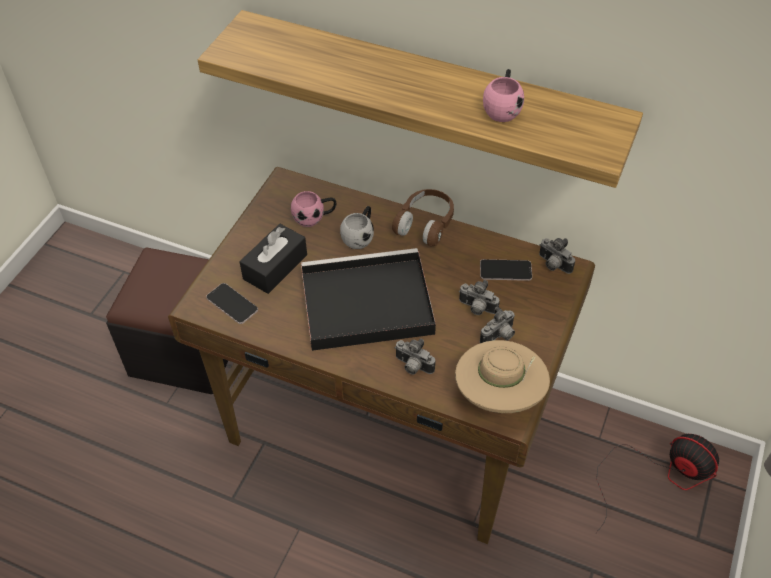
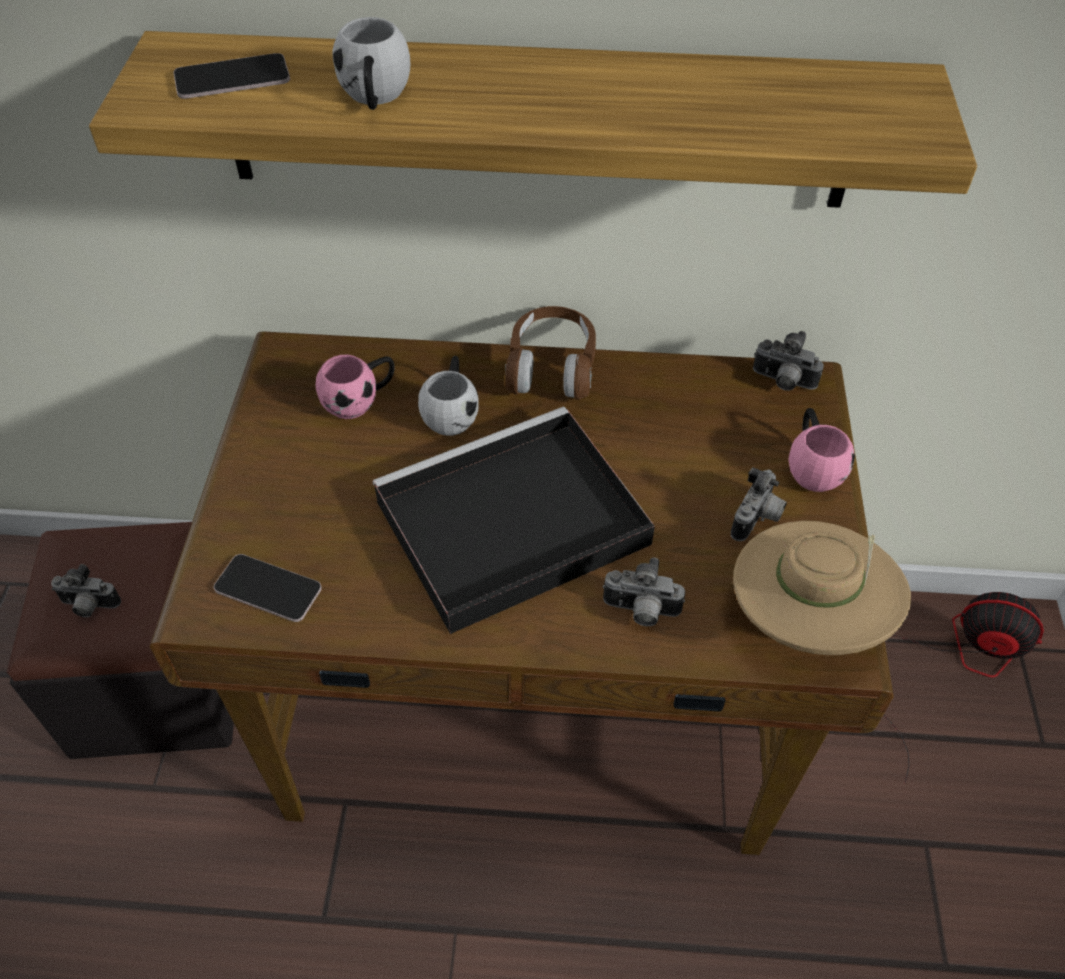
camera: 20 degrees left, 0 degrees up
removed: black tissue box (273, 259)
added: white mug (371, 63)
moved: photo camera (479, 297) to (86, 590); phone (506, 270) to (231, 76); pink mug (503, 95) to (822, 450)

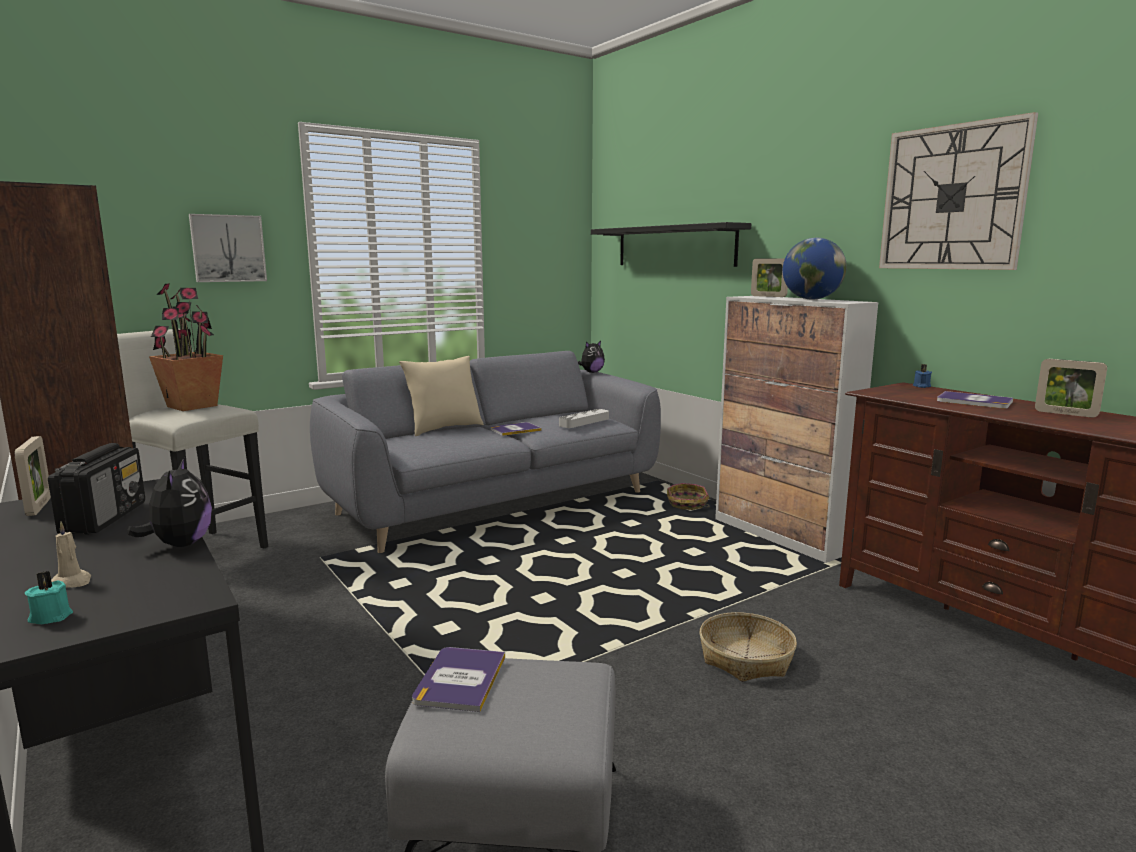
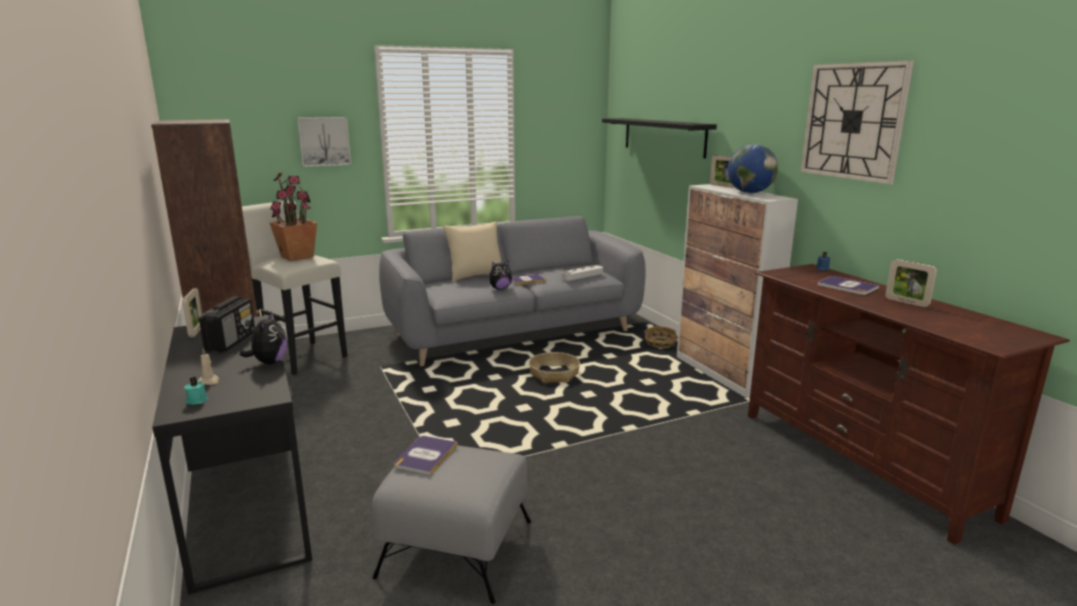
camera: 10 degrees right, 5 degrees up
moved: plush toy (591, 357) to (500, 275); basket (748, 647) to (554, 367)

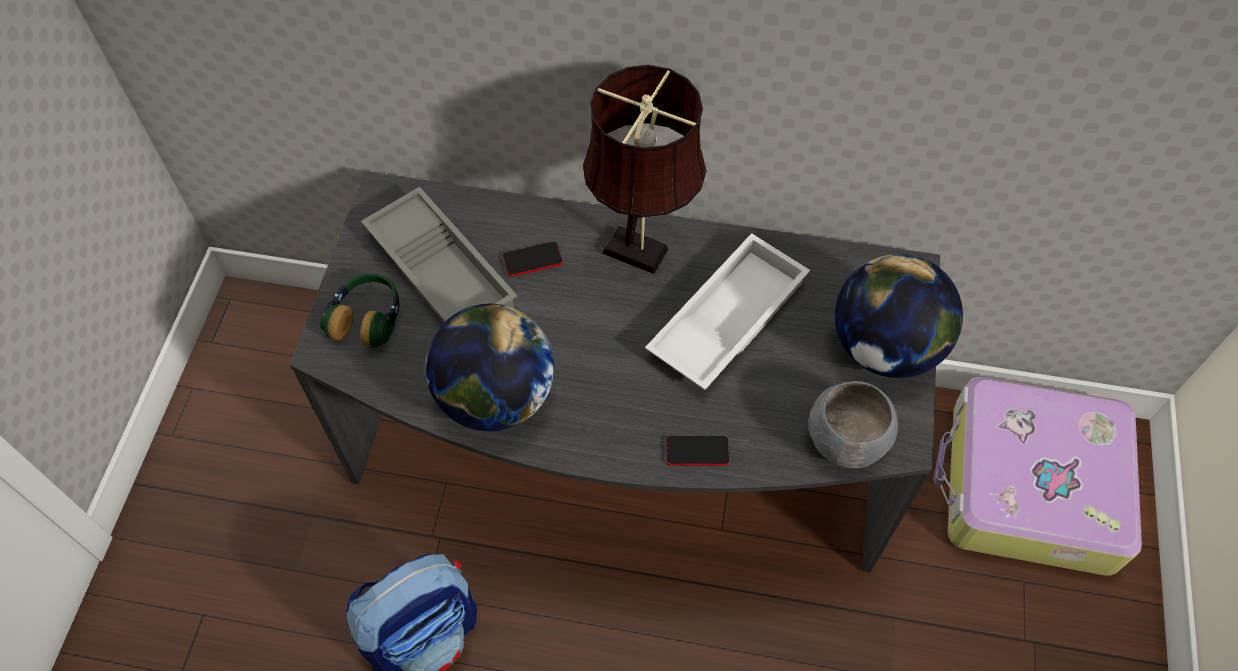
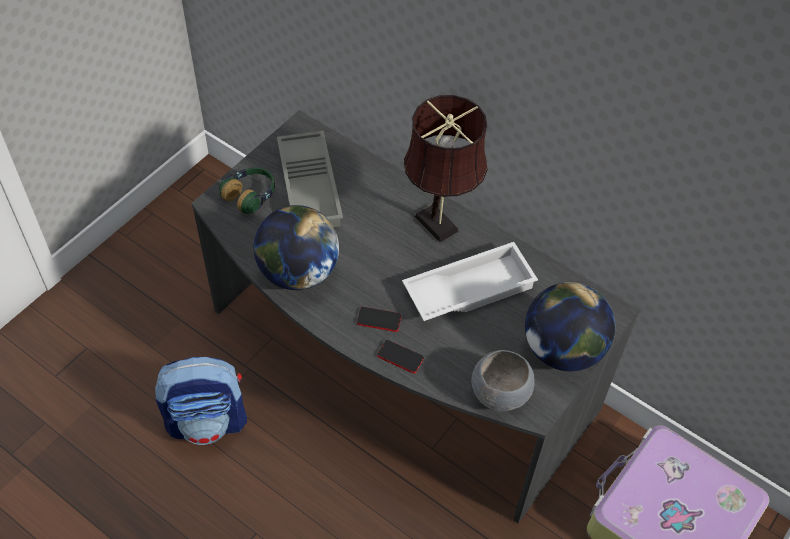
camera: 25 degrees right, 5 degrees down
moved: phone (533, 259) to (379, 319)

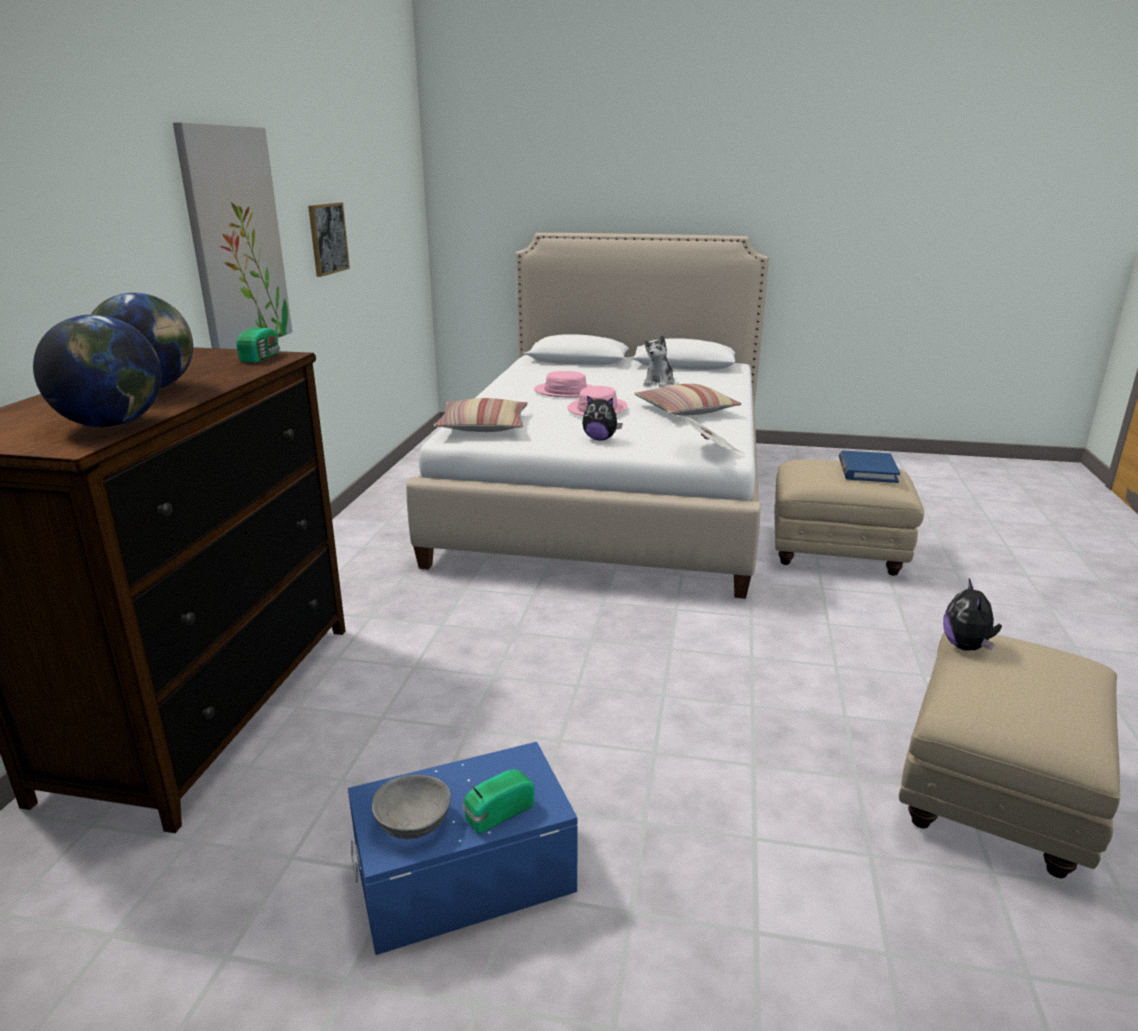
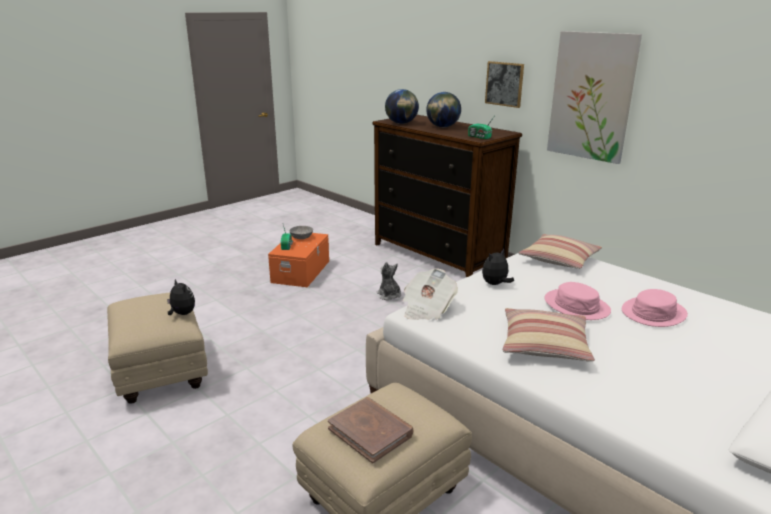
camera: 125 degrees right, 0 degrees up
moved: picture (329, 239) to (504, 84); plush toy (659, 361) to (388, 281)
recoloured: blue storage box (463, 848) to orange storage box (298, 260); blue book (869, 467) to brown book (371, 430)

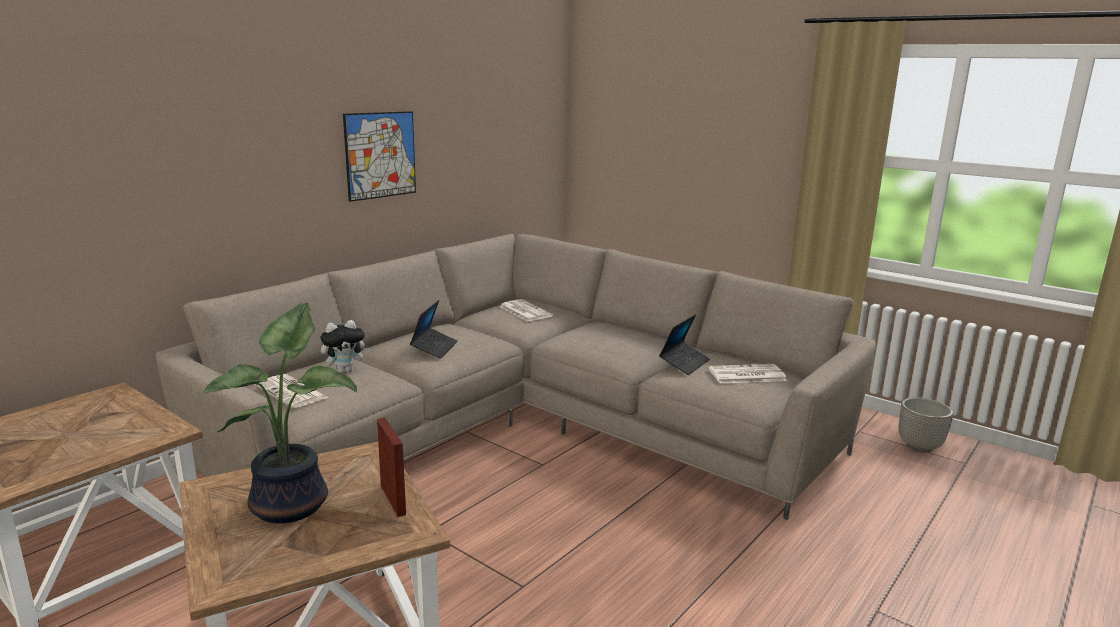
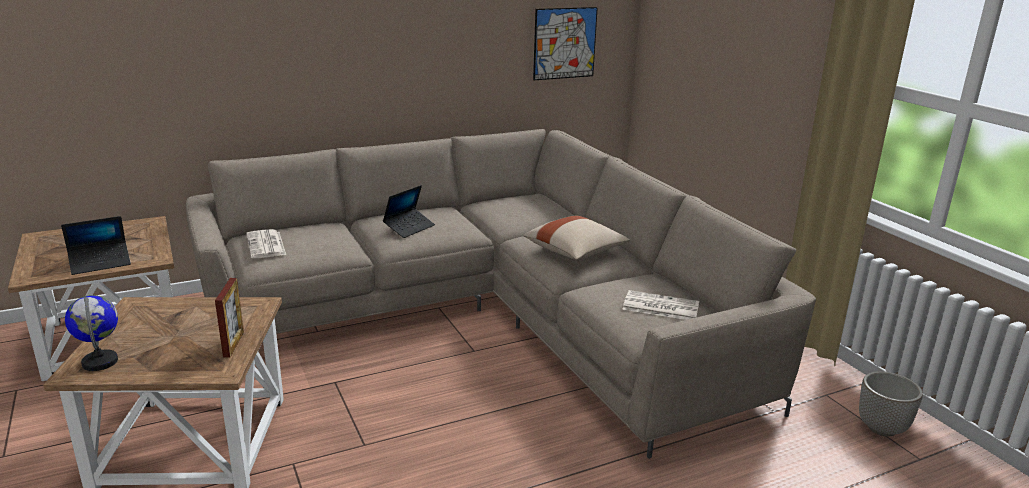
camera: 25 degrees right, 5 degrees up
removed: potted plant (280, 413); plush toy (345, 346); newspaper (526, 310)
added: globe (91, 333); beige pillow (577, 238)
moved: picture (379, 156) to (565, 43); laptop (684, 344) to (96, 245)

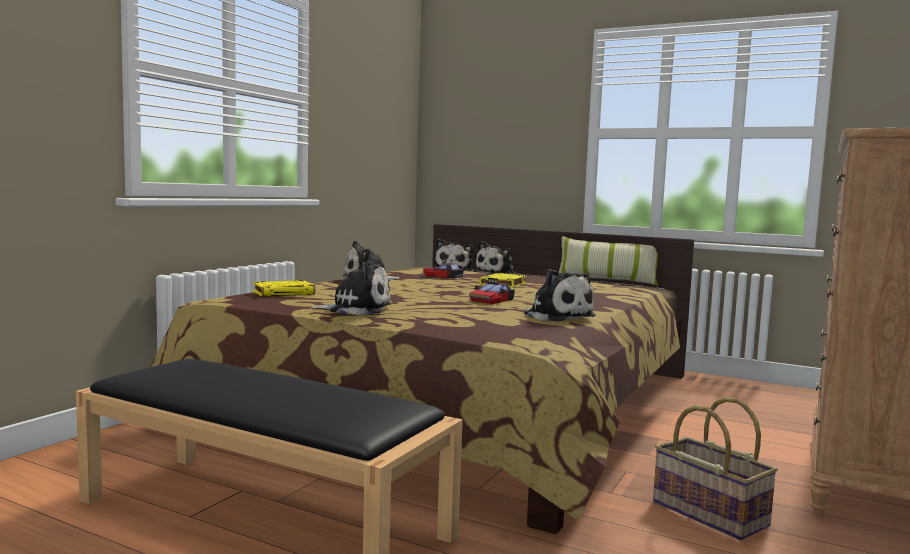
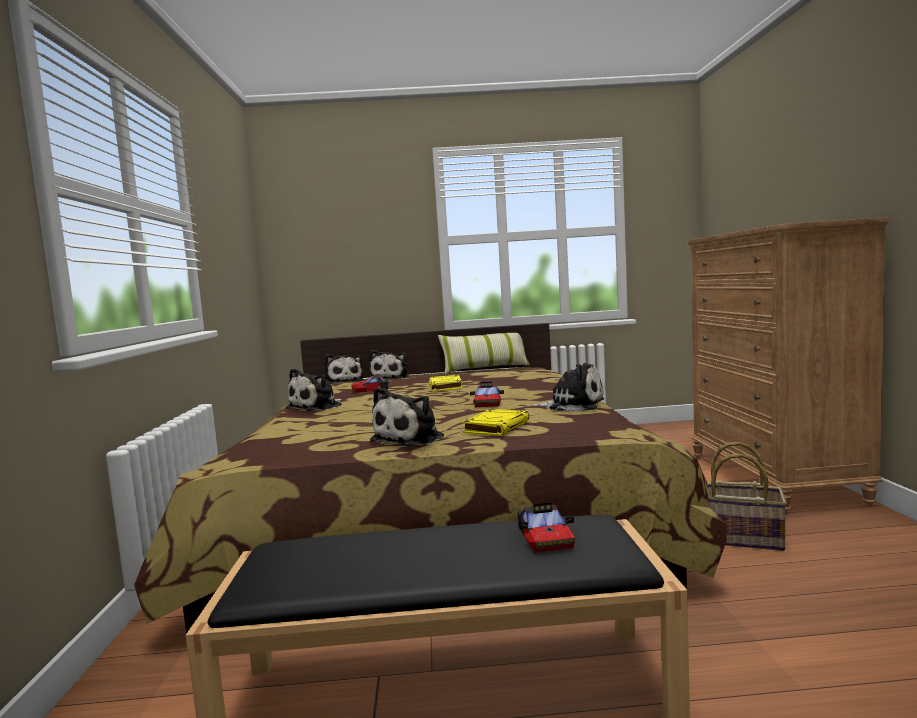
camera: 30 degrees left, 0 degrees up
added: toy car (546, 527)
moved: yellow book (284, 288) to (495, 422)
turned: plush toy (350, 288) = (407, 416) 150 degrees clockwise

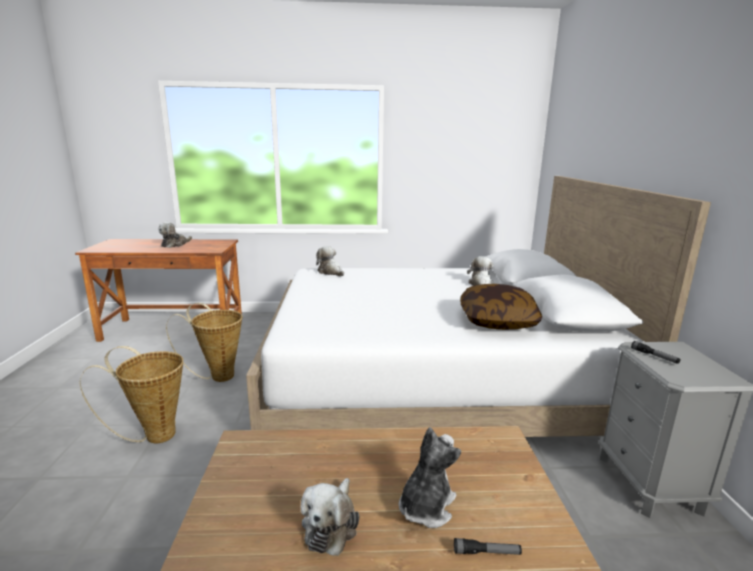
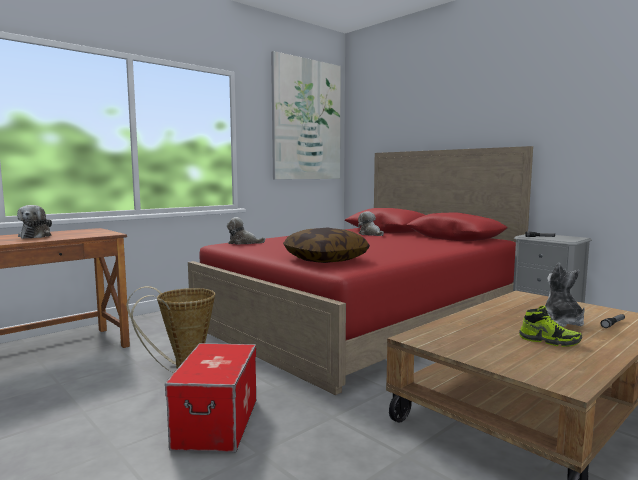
camera: 40 degrees left, 10 degrees down
added: picture (306, 115)
moved: pillow (501, 307) to (326, 245)
replaced: basket (131, 394) to storage box (210, 397); plush toy (330, 517) to shoe (550, 326)
recoloured: white bed (478, 306) to red bed (360, 270)

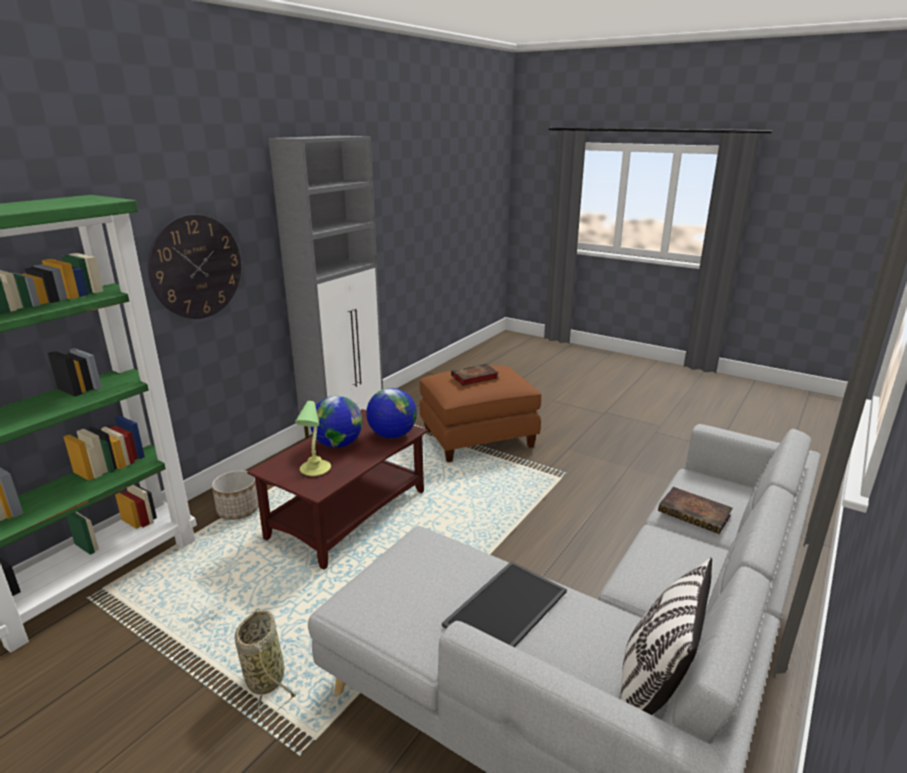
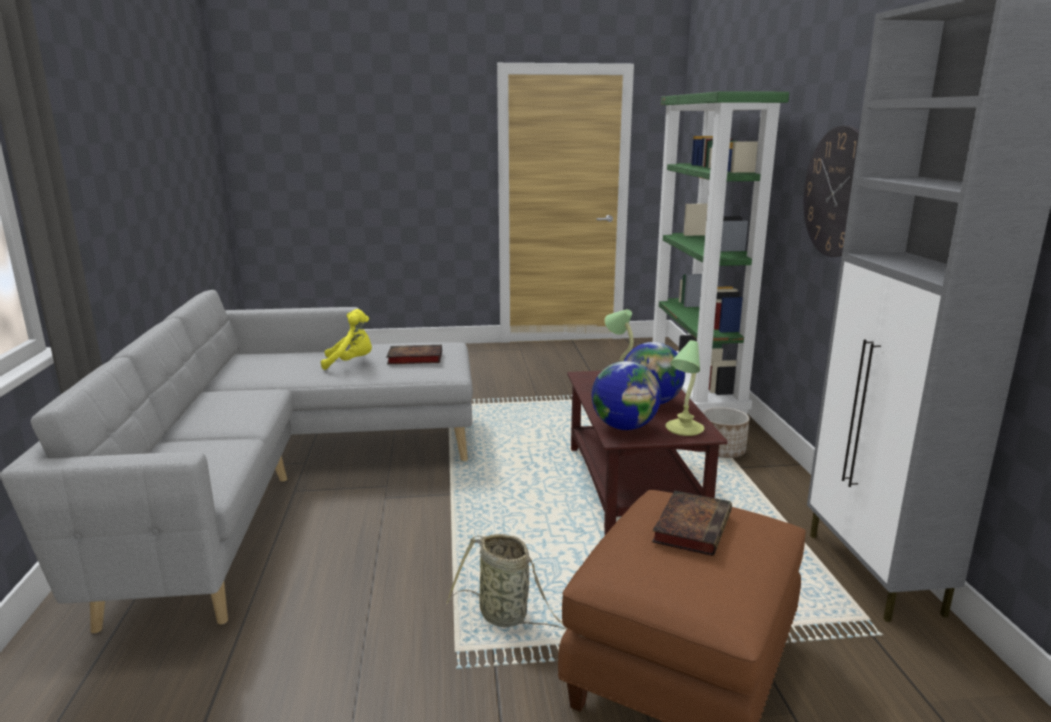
camera: 140 degrees right, 5 degrees down
removed: pillow (666, 636)
added: table lamp (684, 388)
moved: basket (265, 663) to (506, 581); book (695, 510) to (414, 354)
replaced: tray (504, 604) to yellow plush toy (346, 339)

